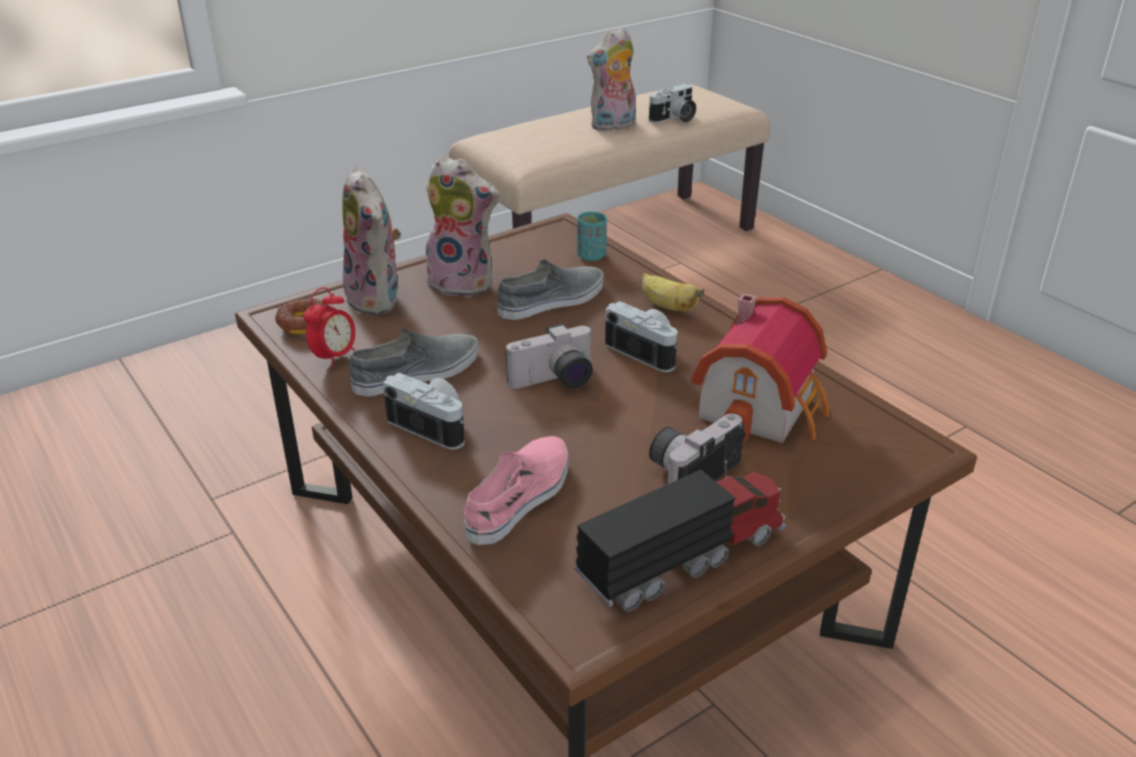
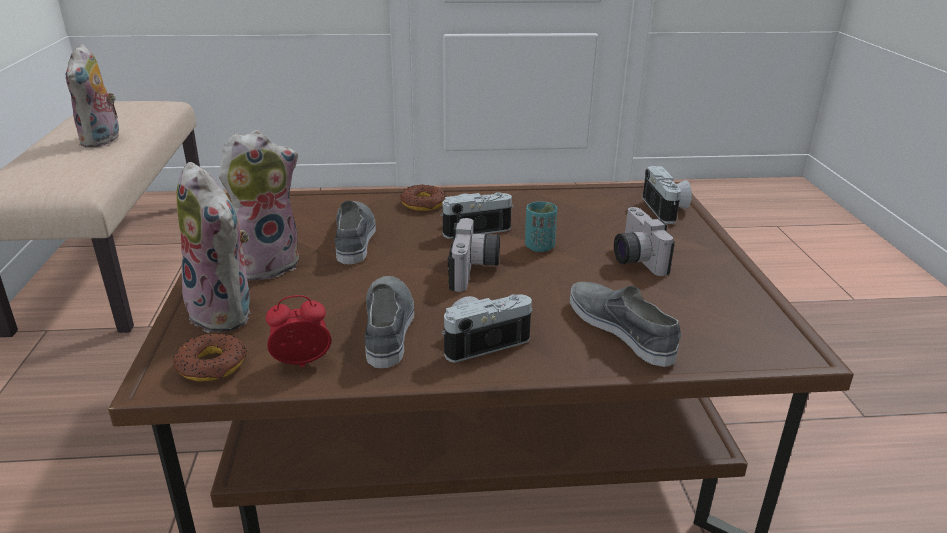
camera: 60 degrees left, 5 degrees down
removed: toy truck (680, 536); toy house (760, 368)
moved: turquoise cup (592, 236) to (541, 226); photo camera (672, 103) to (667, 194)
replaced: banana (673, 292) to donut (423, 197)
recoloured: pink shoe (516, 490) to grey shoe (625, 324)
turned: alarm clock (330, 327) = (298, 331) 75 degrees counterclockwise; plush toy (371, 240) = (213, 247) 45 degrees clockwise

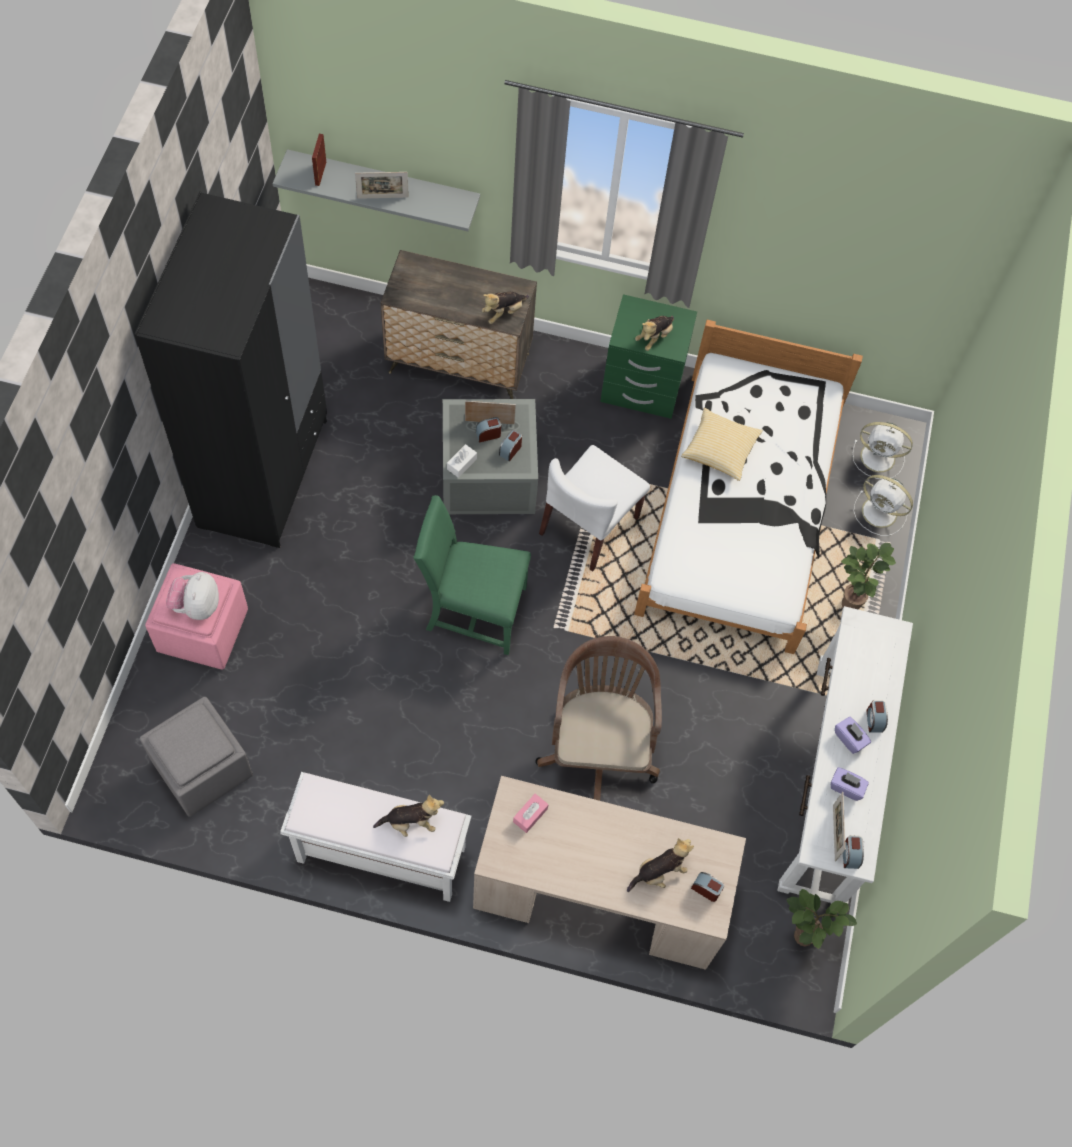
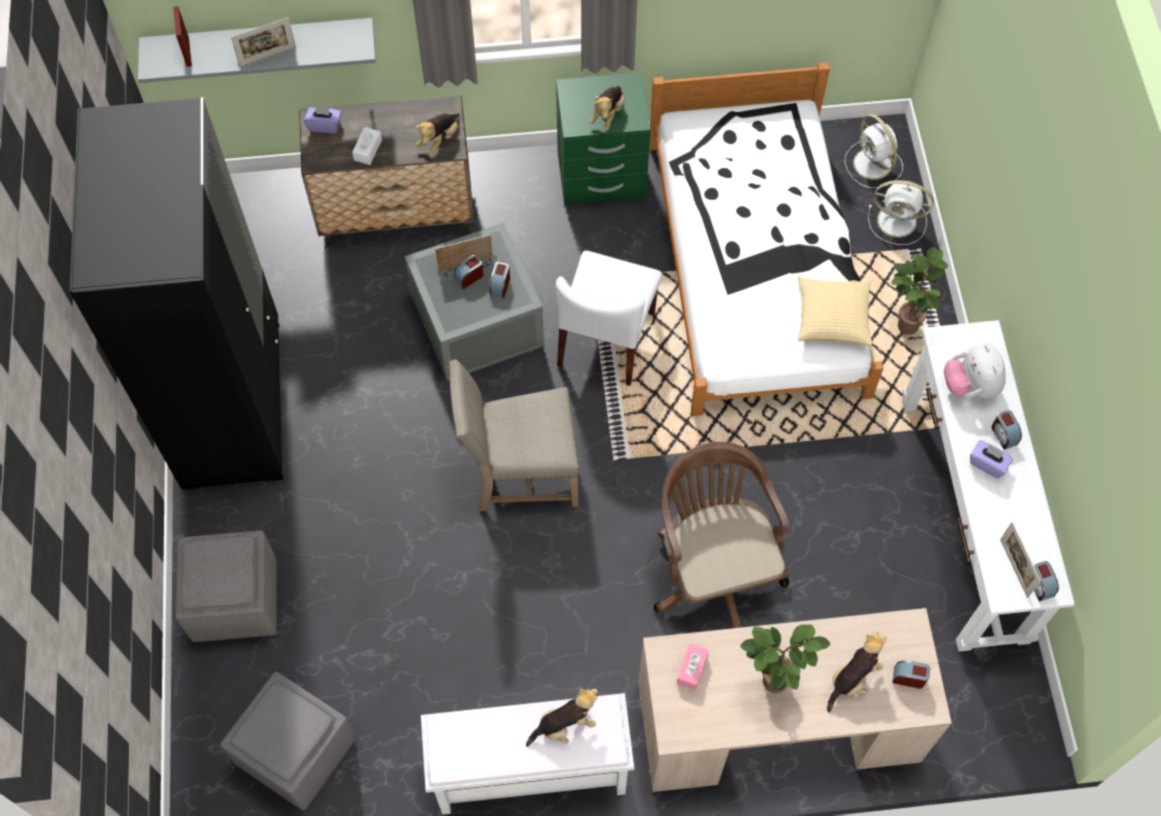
camera: 15 degrees left, 0 degrees up
moved: plush toy (192, 596) to (975, 371); white tissue box (462, 461) to (367, 146); pillow (722, 444) to (835, 311); potted plant (821, 919) to (785, 658); purple tissue box (850, 784) to (322, 119)
recoloured: pink ottoman (196, 616) to grey ottoman (226, 586); green chair (472, 575) to beige chair (514, 435)
turned: white fan (883, 450) = (873, 151) 60 degrees clockwise

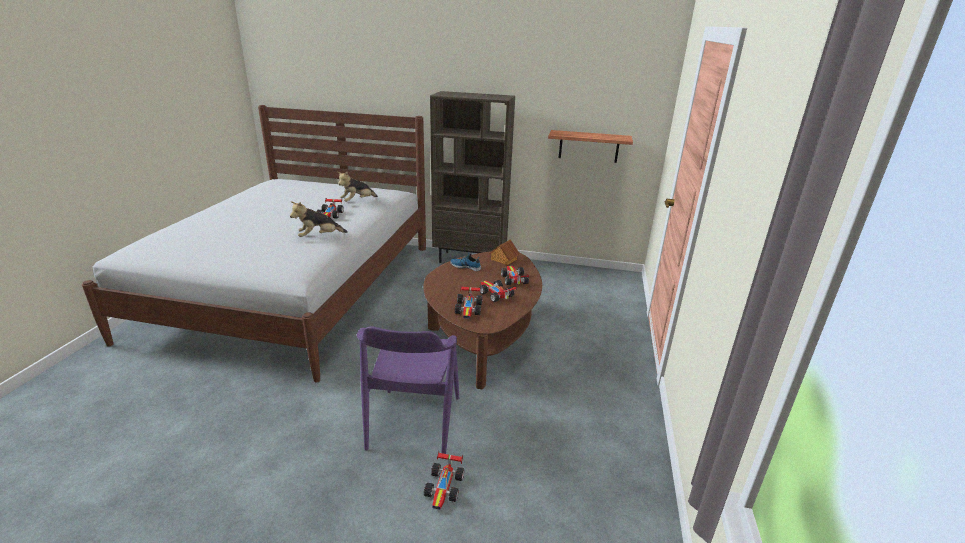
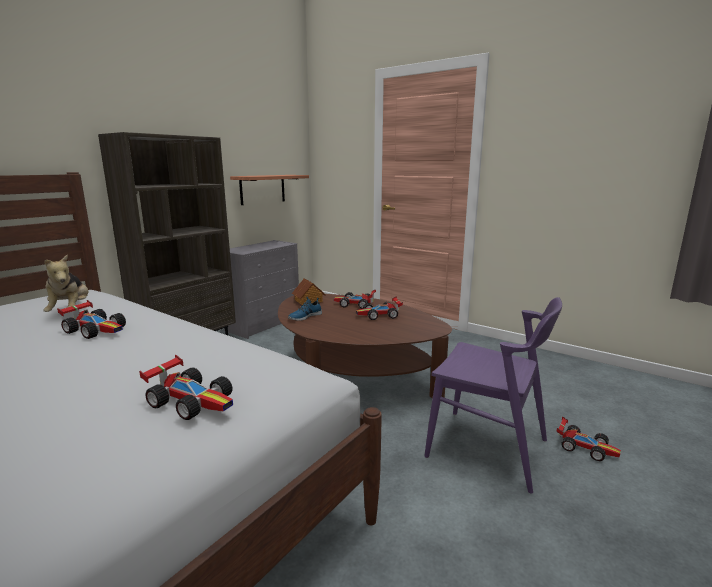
camera: 65 degrees left, 10 degrees down
removed: plush toy (319, 219)
added: grey dresser (261, 289)
moved: toy car (468, 302) to (186, 387)

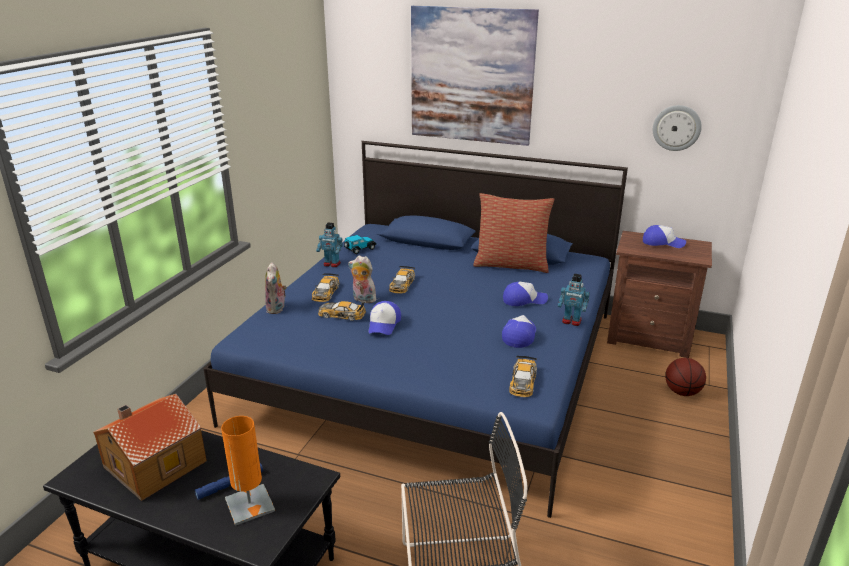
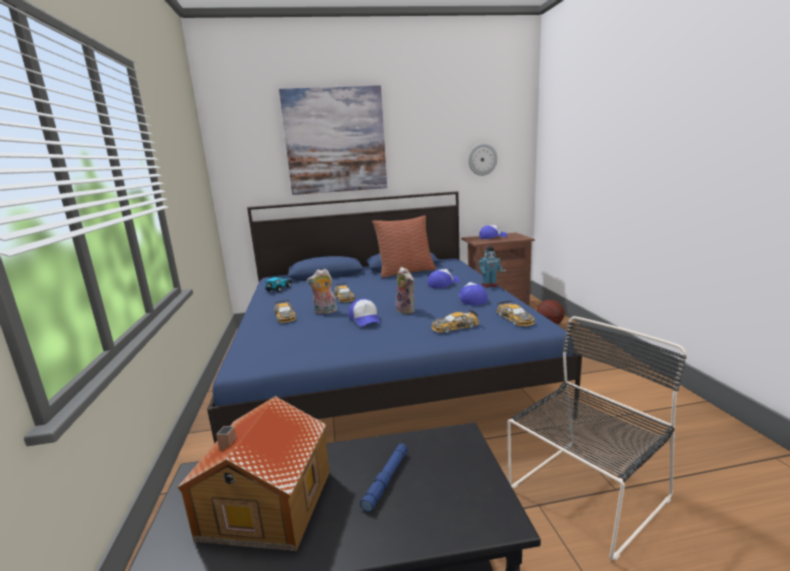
camera: 30 degrees left, 10 degrees down
removed: orange table lamp (248, 471); toy robot (329, 245)
moved: plush toy (276, 288) to (405, 290); toy car (342, 311) to (455, 321)

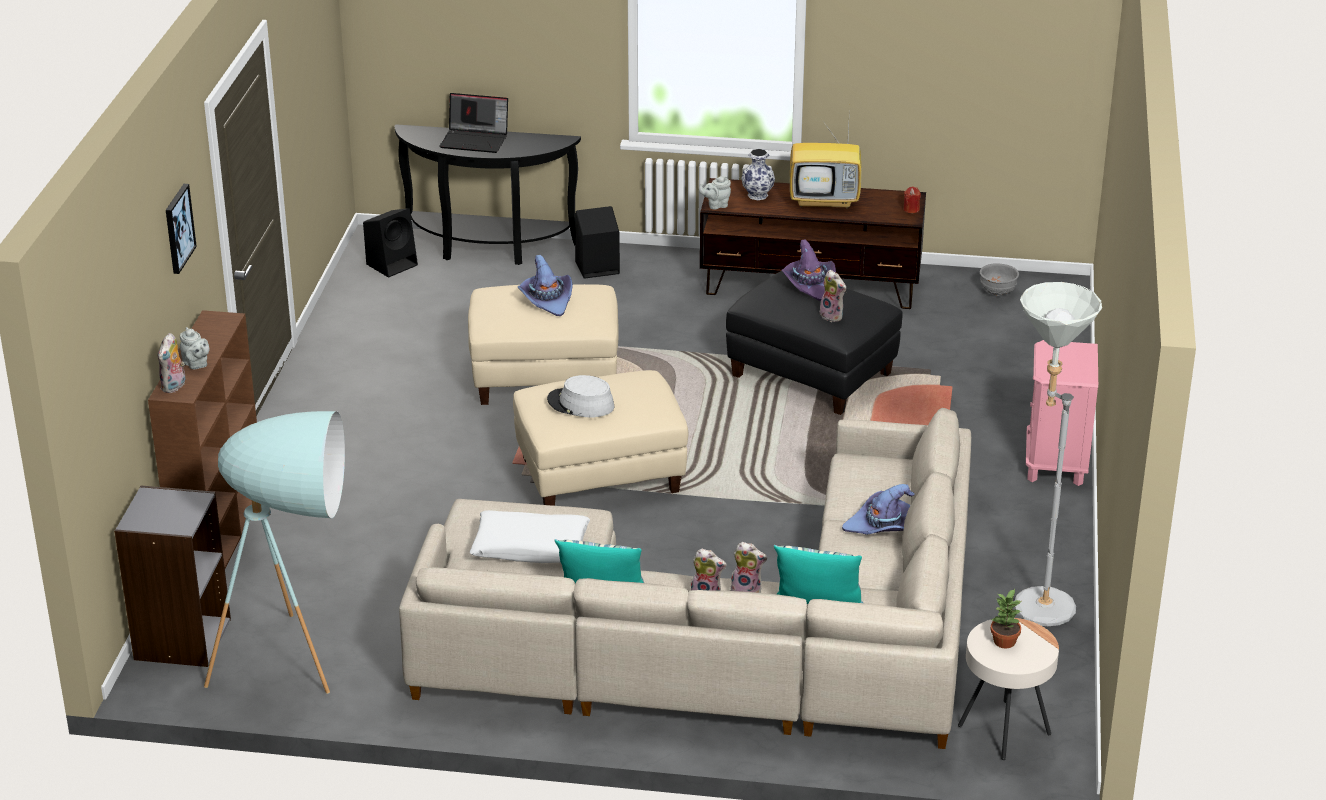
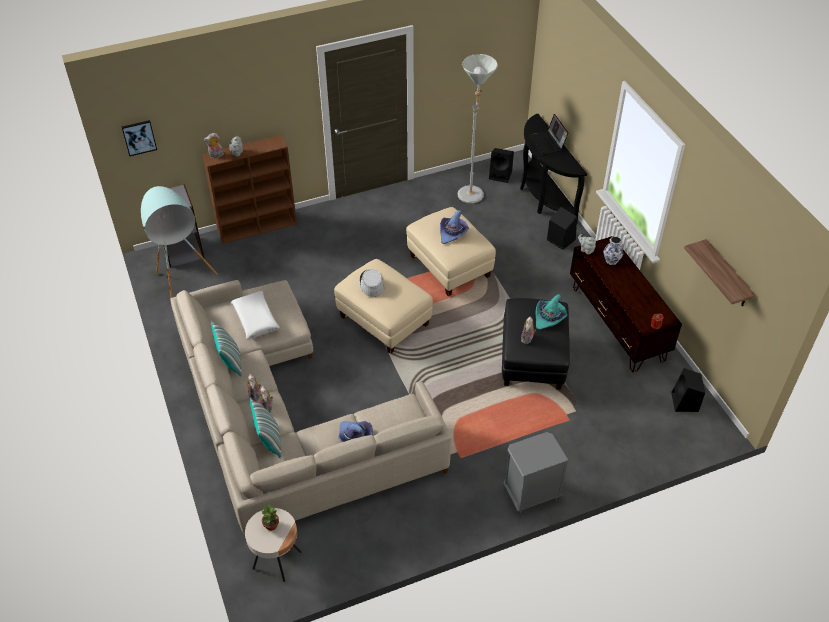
camera: 60 degrees right, 15 degrees up
removed: television (825, 158)
added: shelf (719, 272)
moved: picture (181, 229) to (139, 138); grey floor lamp (1058, 454) to (478, 129)
replaced: grey bowl (999, 279) to black speaker (688, 390)
recoloured: purple hat (808, 270) to turquoise hat (551, 312); pink nightstand (1062, 413) to grey nightstand (536, 473)

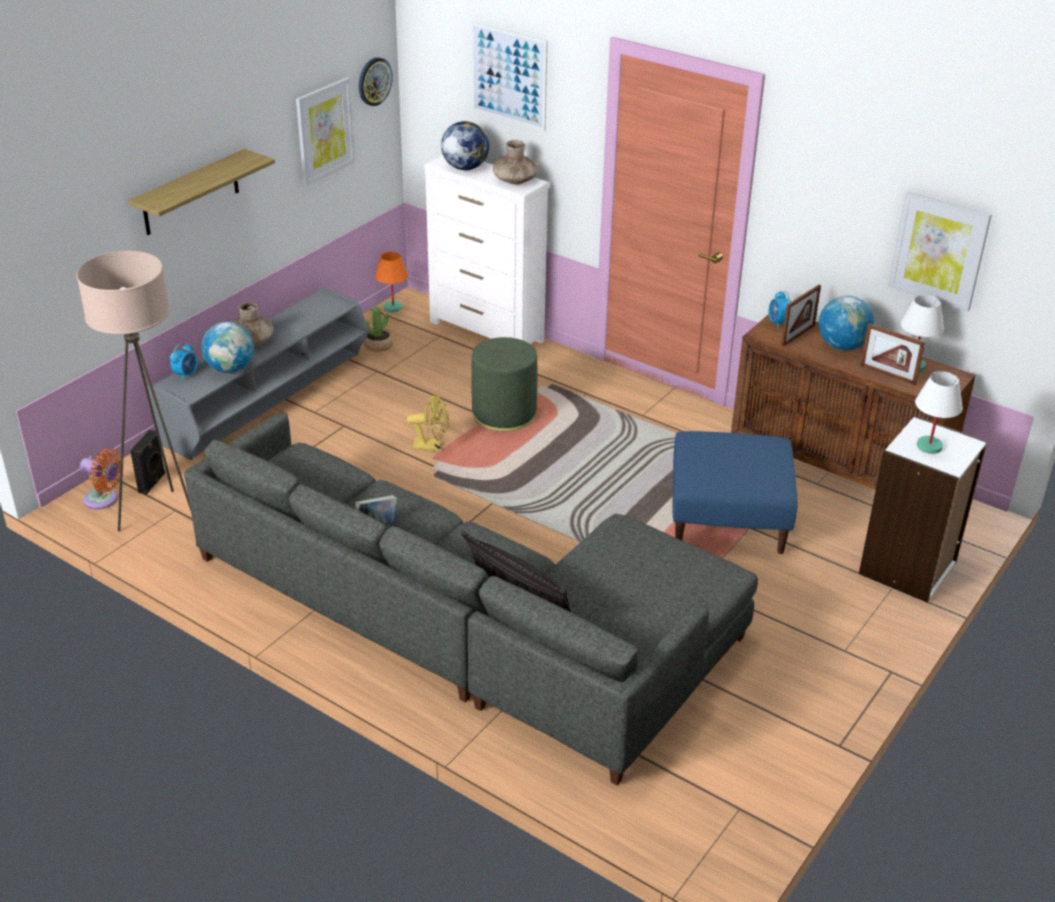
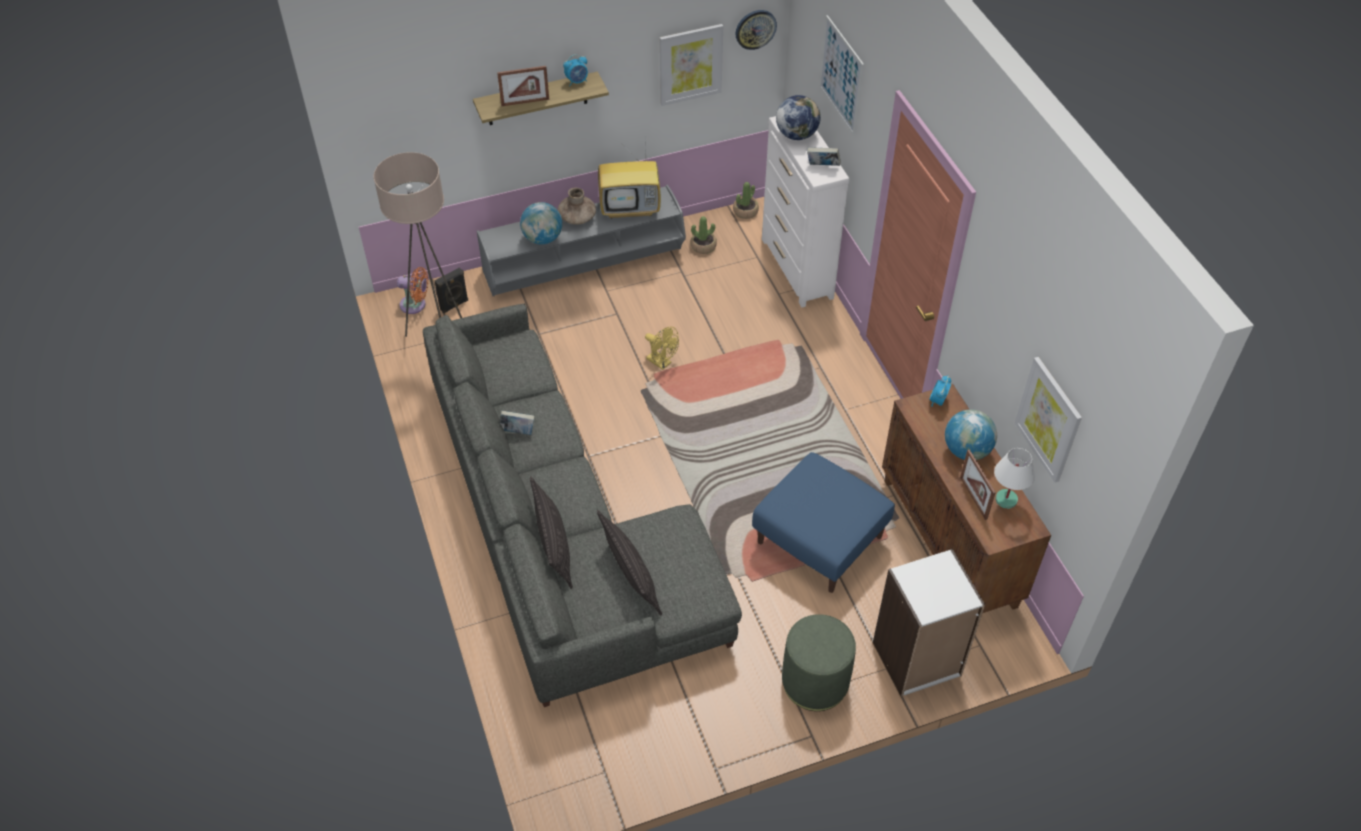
camera: 35 degrees right, 15 degrees up
removed: white table lamp (939, 412)
added: pillow (629, 562); television (629, 179)
moved: alarm clock (184, 362) to (575, 70); green ottoman (504, 384) to (819, 662); picture frame (801, 315) to (523, 86)
replaced: orange table lamp (391, 282) to potted plant (746, 200); brown vase (515, 162) to book (824, 156)
turned: orange fan (102, 478) = (412, 290) 45 degrees counterclockwise

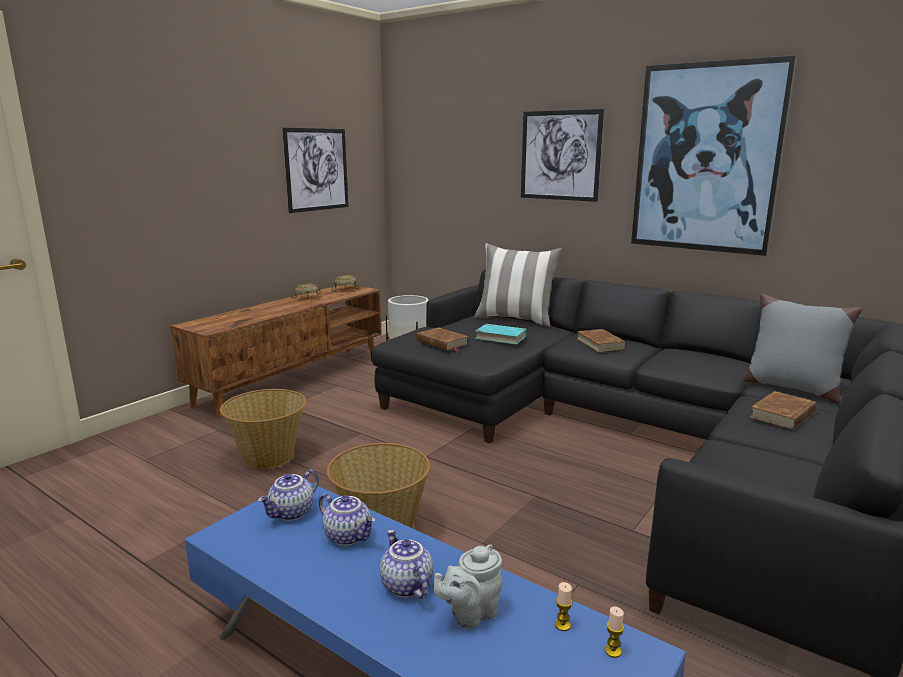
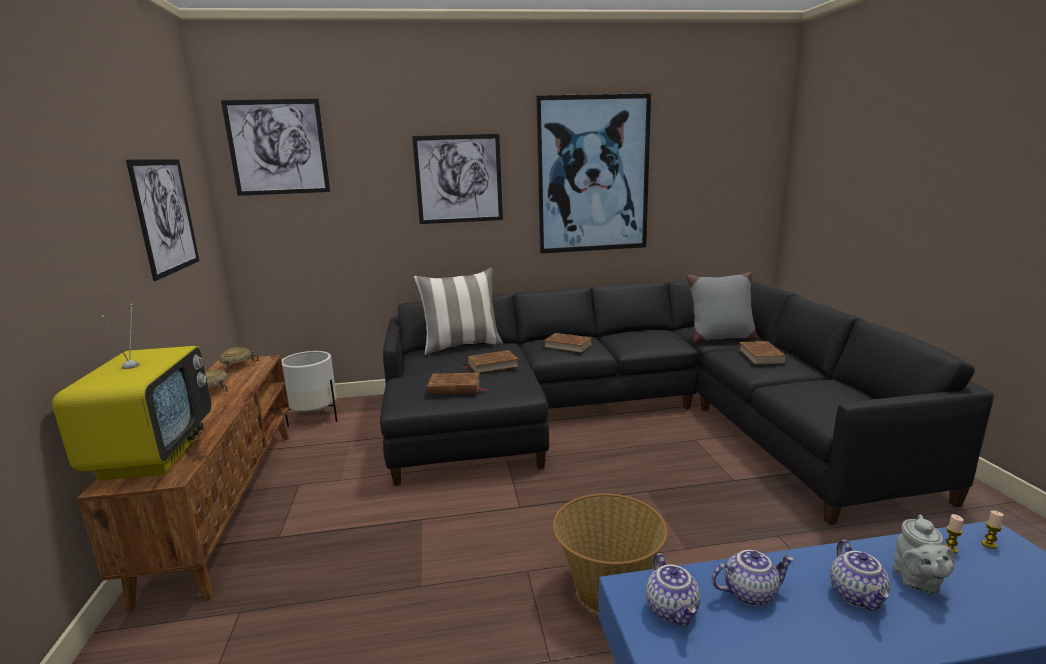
camera: 45 degrees left, 0 degrees up
removed: basket (263, 429)
added: television (132, 392); picture (275, 147)
recoloured: turquoise book (501, 334) to brown book (490, 361)
turned: teapot (406, 564) = (860, 575) 105 degrees counterclockwise

